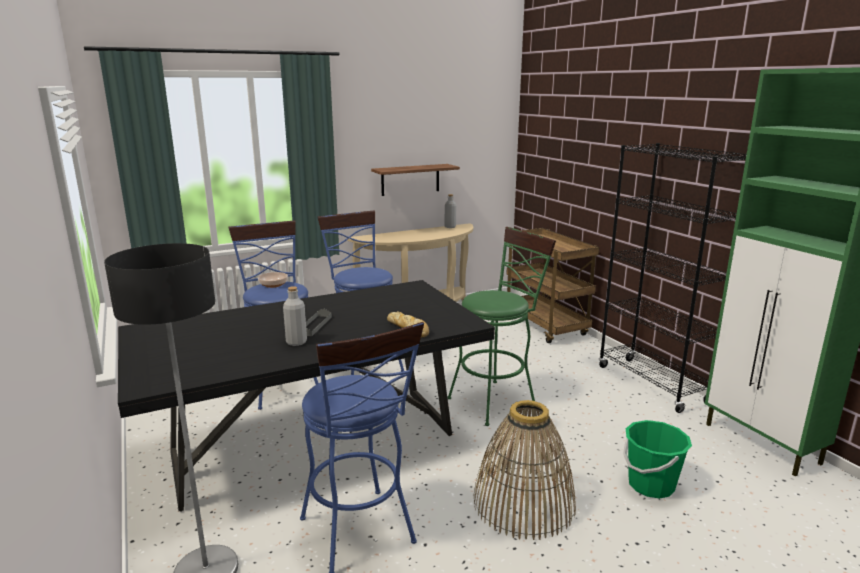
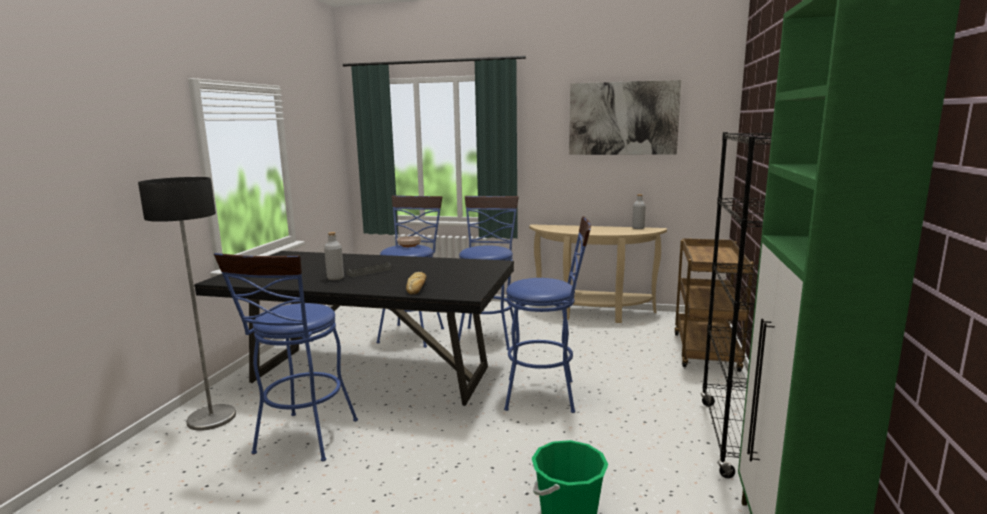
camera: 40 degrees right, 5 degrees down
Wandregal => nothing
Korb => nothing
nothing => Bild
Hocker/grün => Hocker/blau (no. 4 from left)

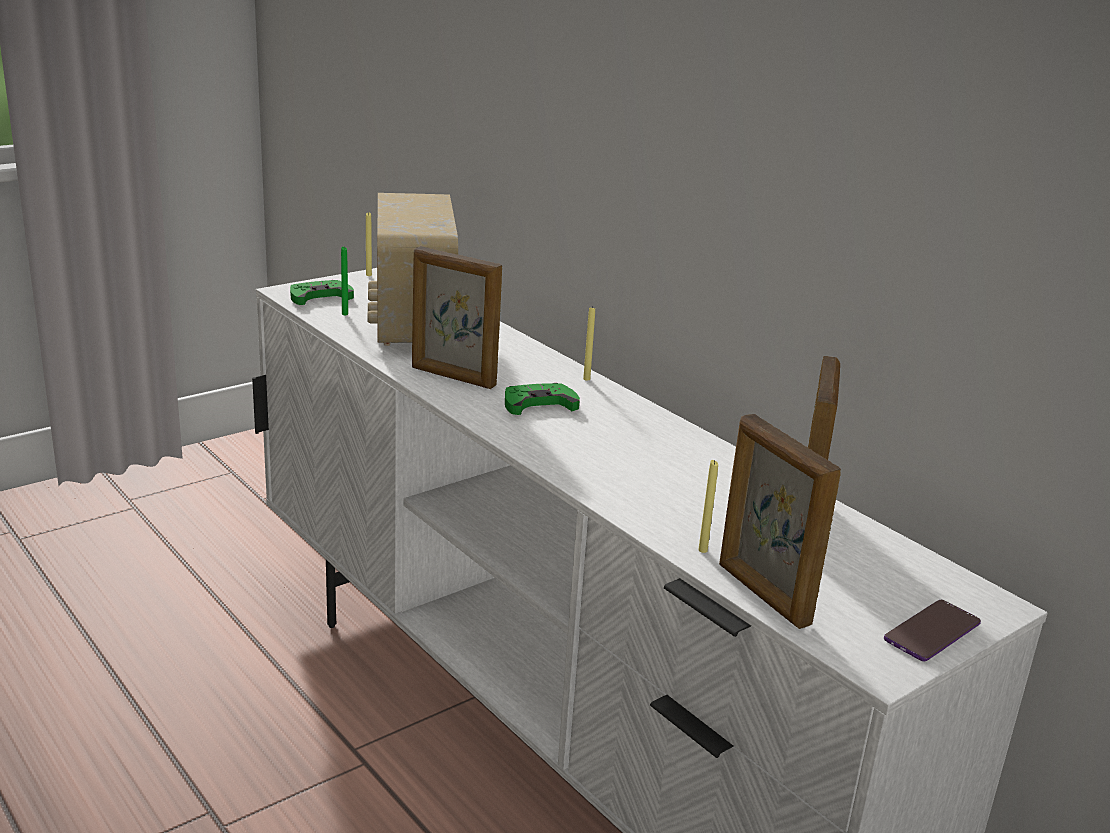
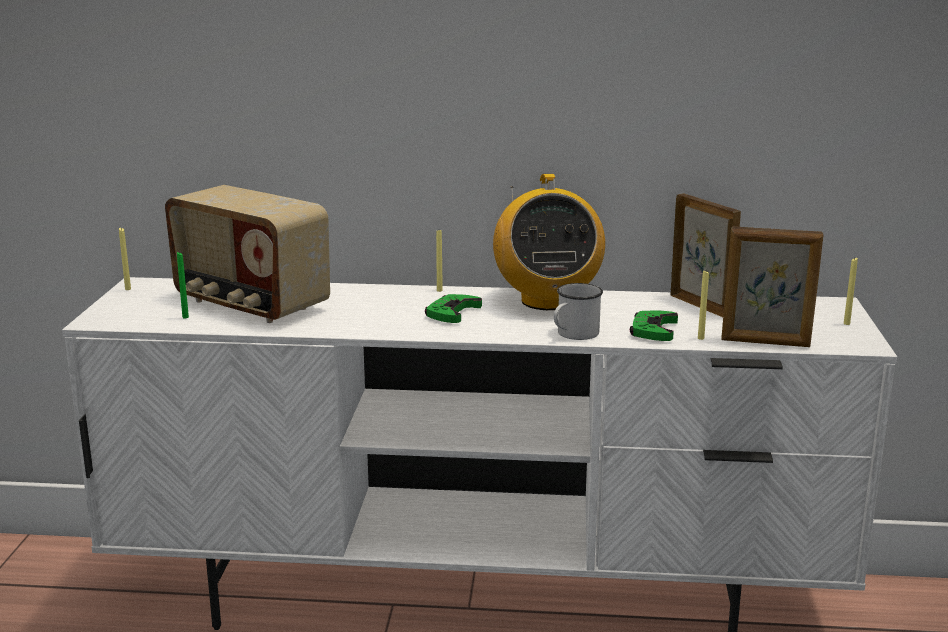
camera: 45 degrees left, 5 degrees down
Bilderrahmen (no. 1 from left) => nothing
nothing => Radio (no. 2 from left)
nothing => Henkelbecher/weiß
Gamepad/grün (no. 1 from left in the first image) => Gamepad/grün (no. 2 from left), relocated
Handy => Kerze/gelb (no. 4 from left)

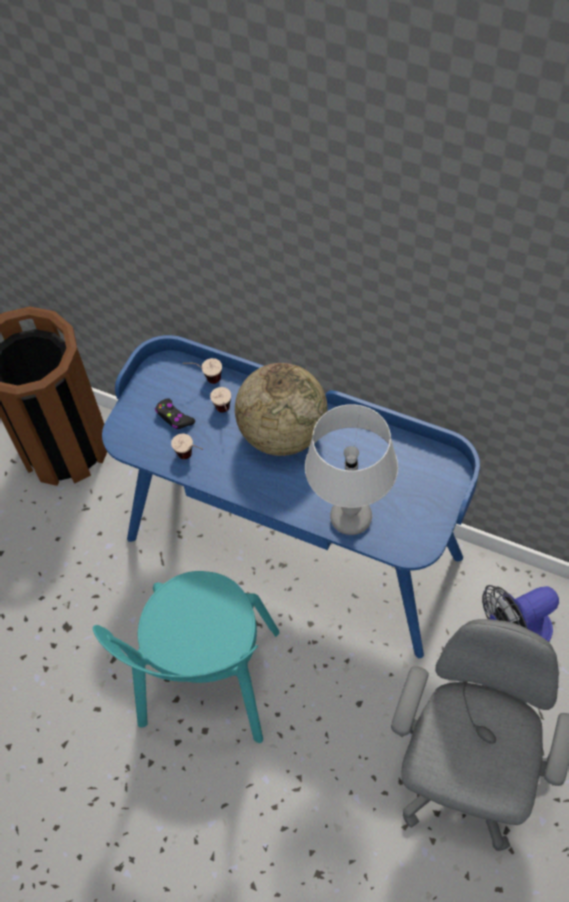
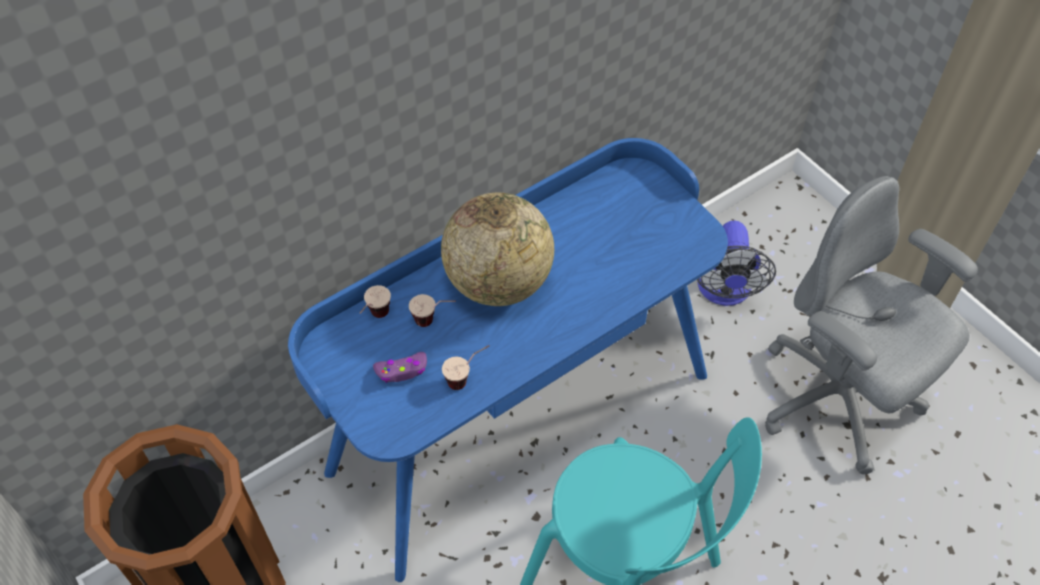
camera: 65 degrees left, 5 degrees down
Tischlampe/grau => nothing
Gamepad/schwarz => Gamepad/lila

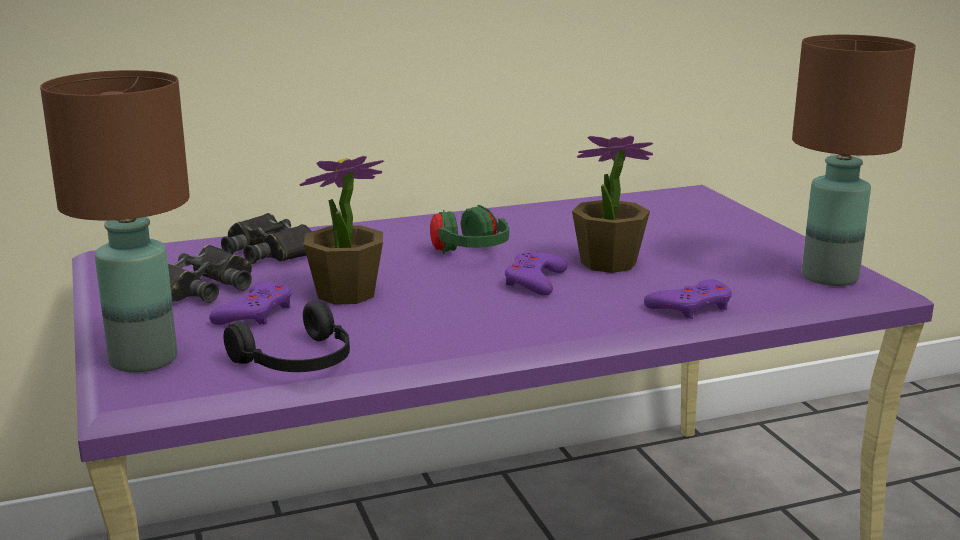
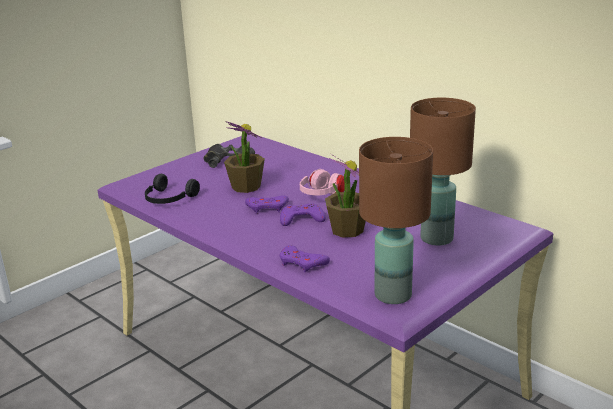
camera: 65 degrees right, 5 degrees up
Fernglas/schwarz (no. 2 from left) => nothing
Tischlampe/braun (no. 1 from left in the first image) => Tischlampe/braun (no. 2 from left), relocated
Gamepad/lila (no. 1 from left), relocated
Kopfhörer/grün => Kopfhörer/rosa

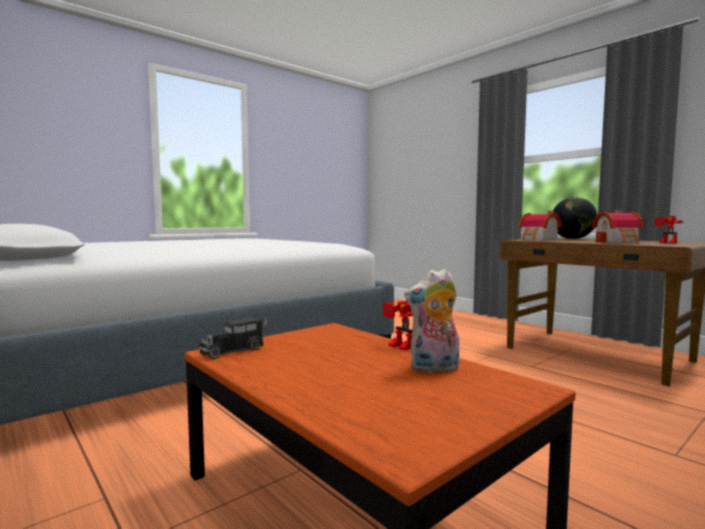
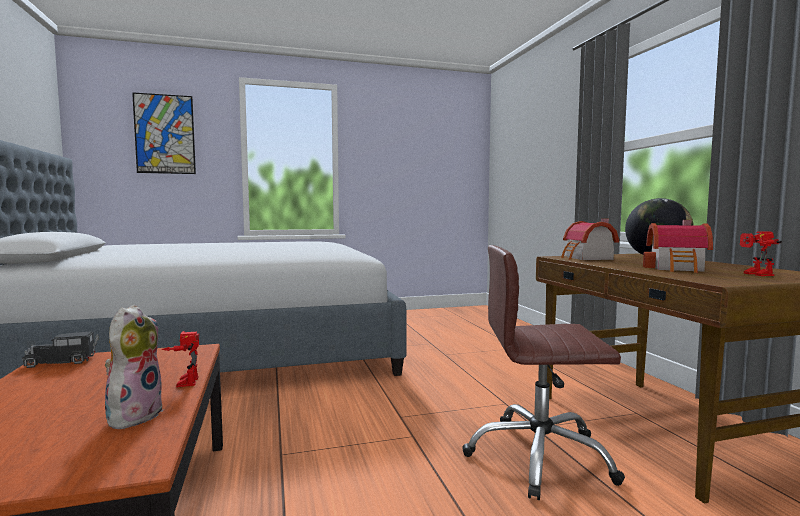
camera: 25 degrees right, 0 degrees up
nothing => Bild
nothing => Bürostuhl/braun
Plüschtier, 90 degrees clockwise

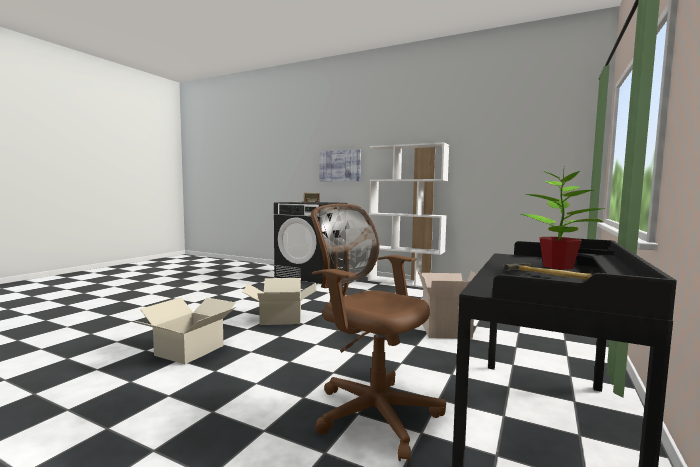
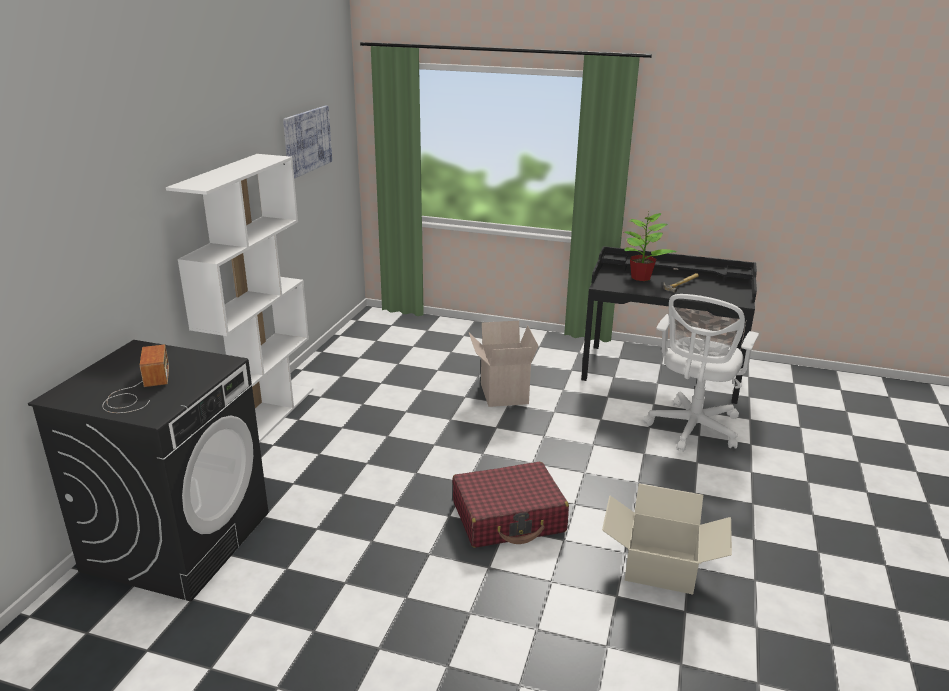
camera: 100 degrees left, 20 degrees up
Bild, relocated
Karton (no. 2 from left) => Koffer/rot
Bürostuhl/braun => Bürostuhl/weiß

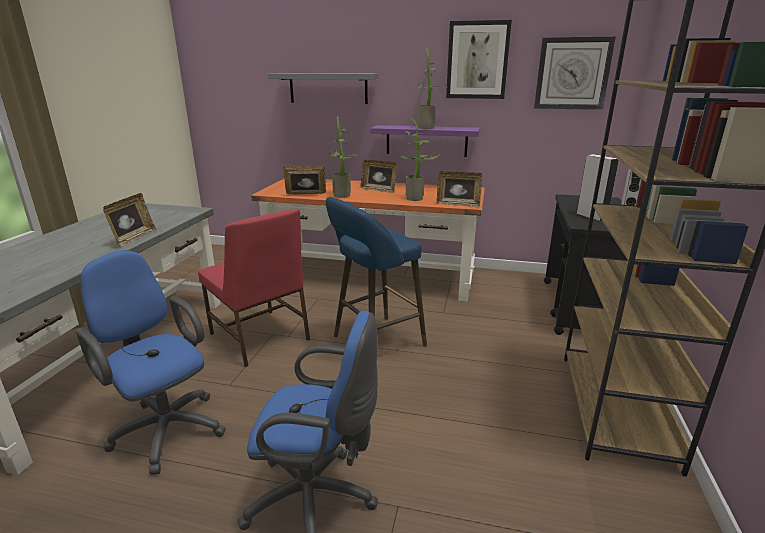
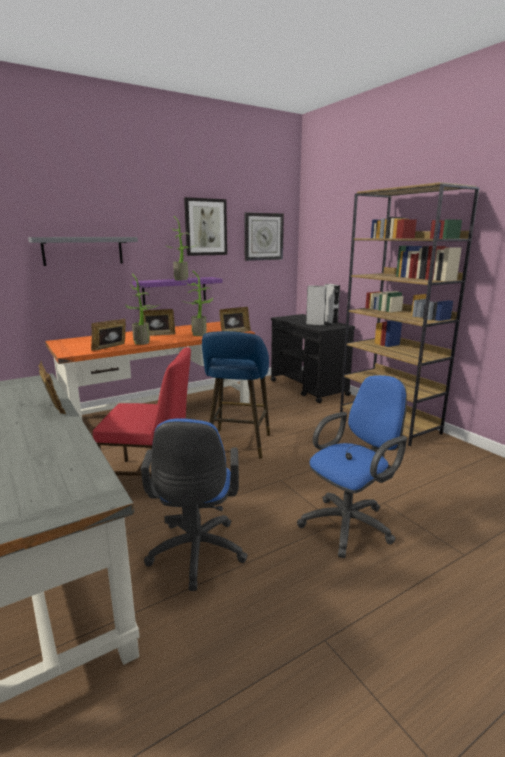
camera: 45 degrees left, 5 degrees down
Bürostuhl/blau (no. 1 from left), 90 degrees counterclockwise

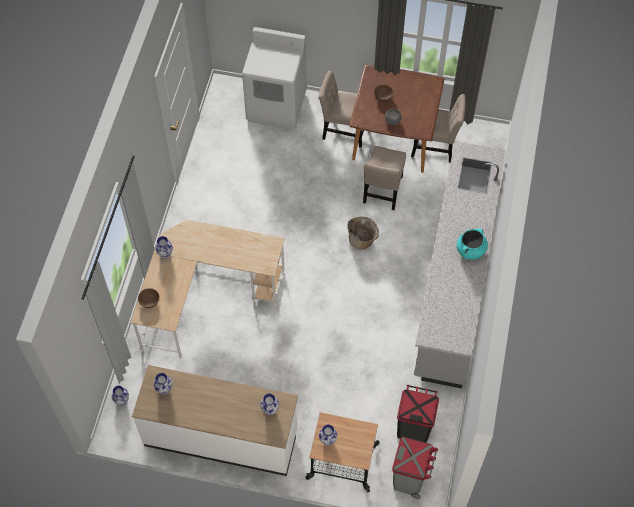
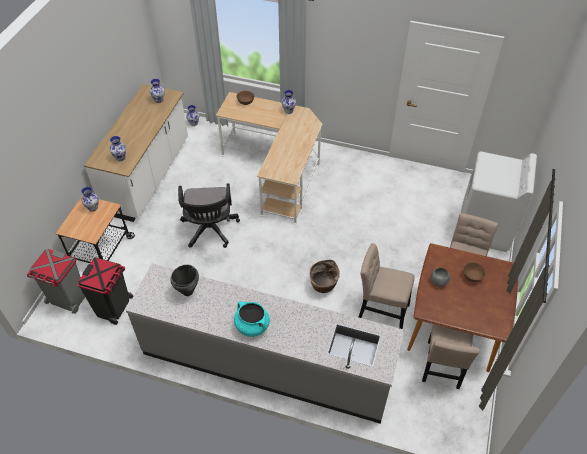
camera: 95 degrees right, 10 degrees down
nothing => Kochtopf/schwarz
nothing => Bürostuhl/schwarz

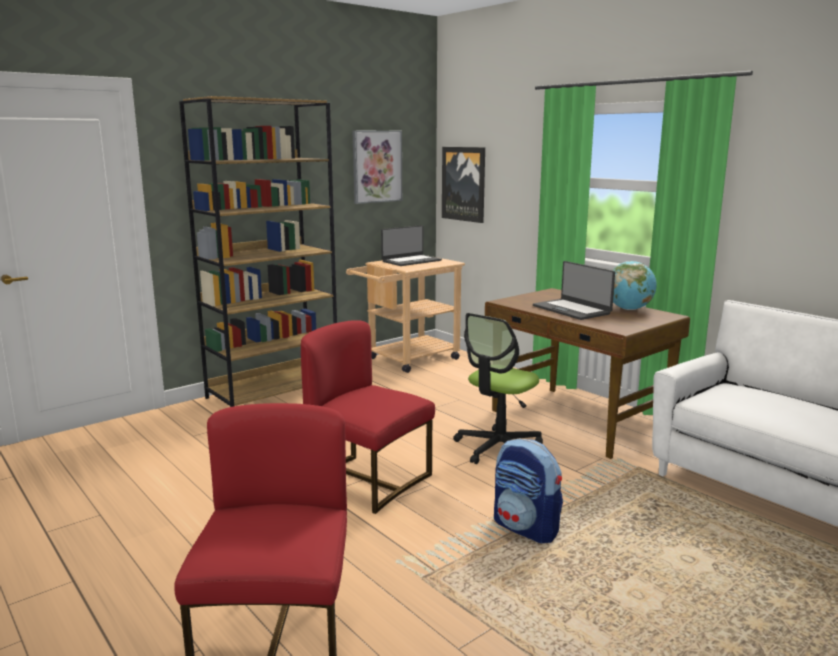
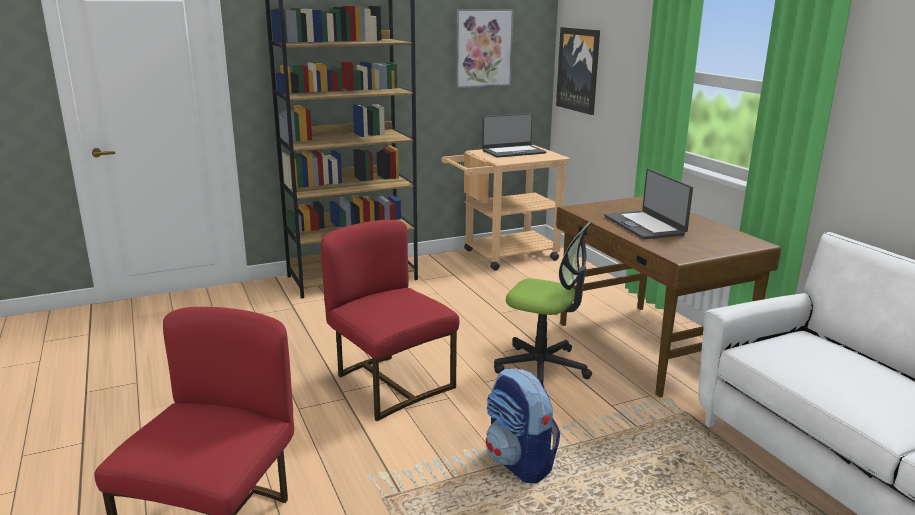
camera: 15 degrees right, 5 degrees up
Globus => nothing
Bürostuhl, 120 degrees counterclockwise

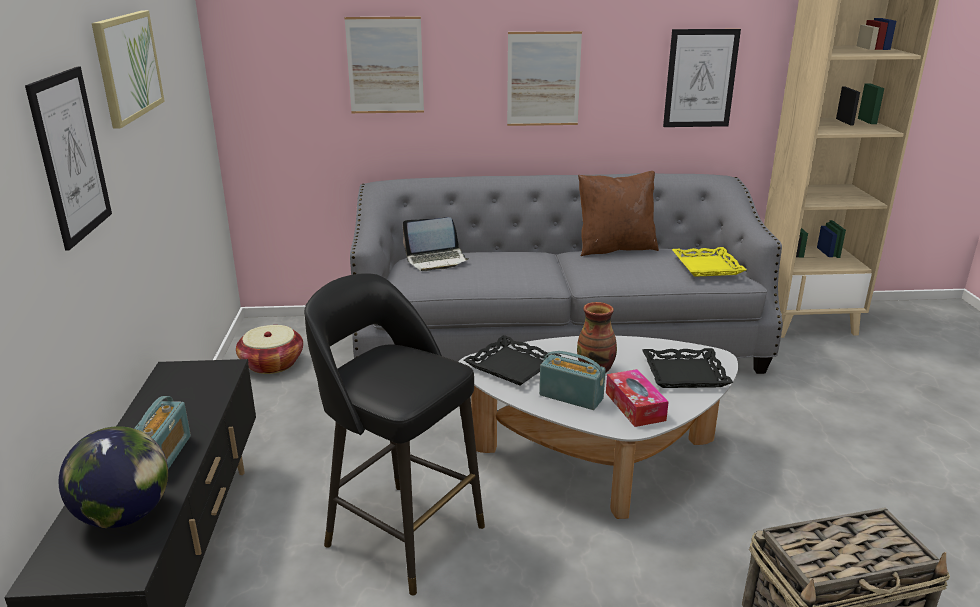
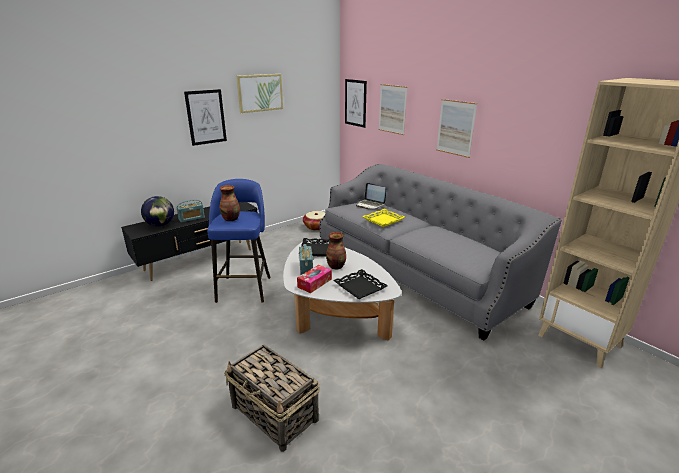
camera: 55 degrees right, 0 degrees up
Kissen/braun => nothing
nothing => Vase (no. 1 from left)
Bild (no. 5 from left in the first image) => Bild (no. 3 from left), relocated
Tablett/gelb, relocated
Hocker/schwarz => Hocker/blau

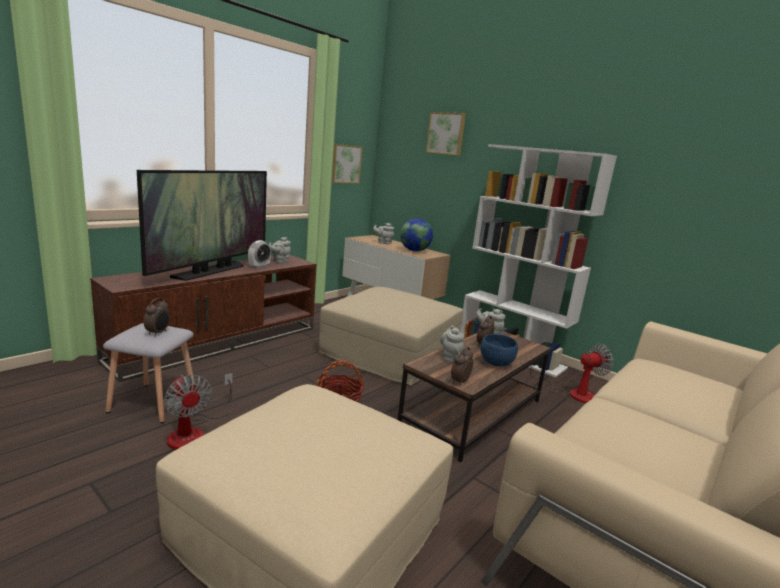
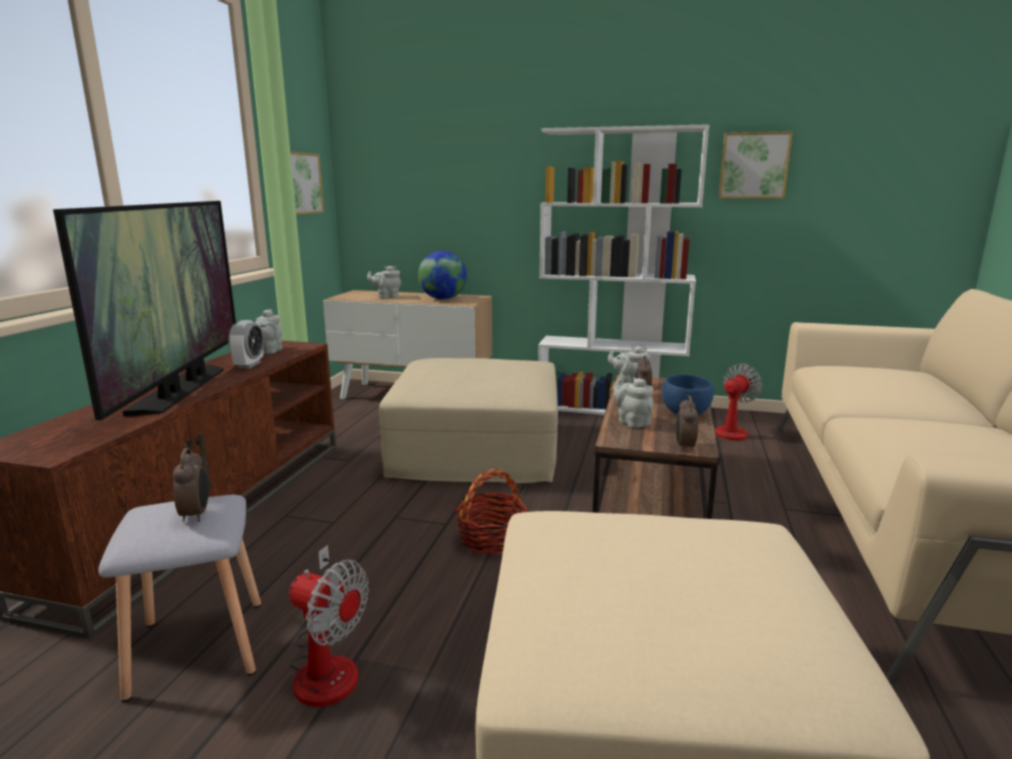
camera: 25 degrees left, 0 degrees up
Bild (no. 2 from left), relocated

